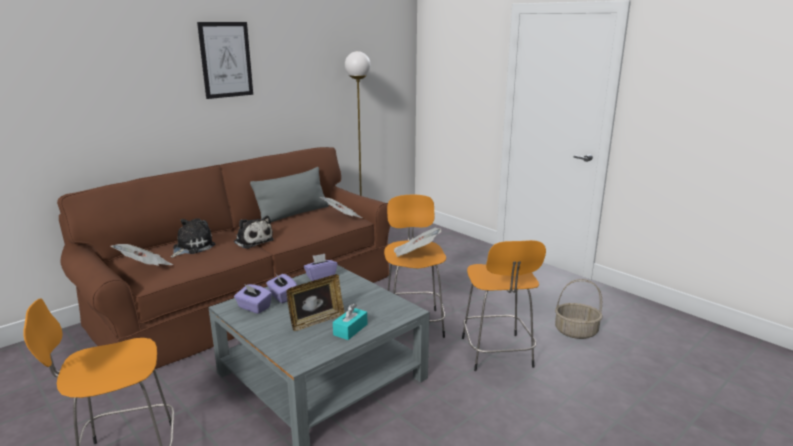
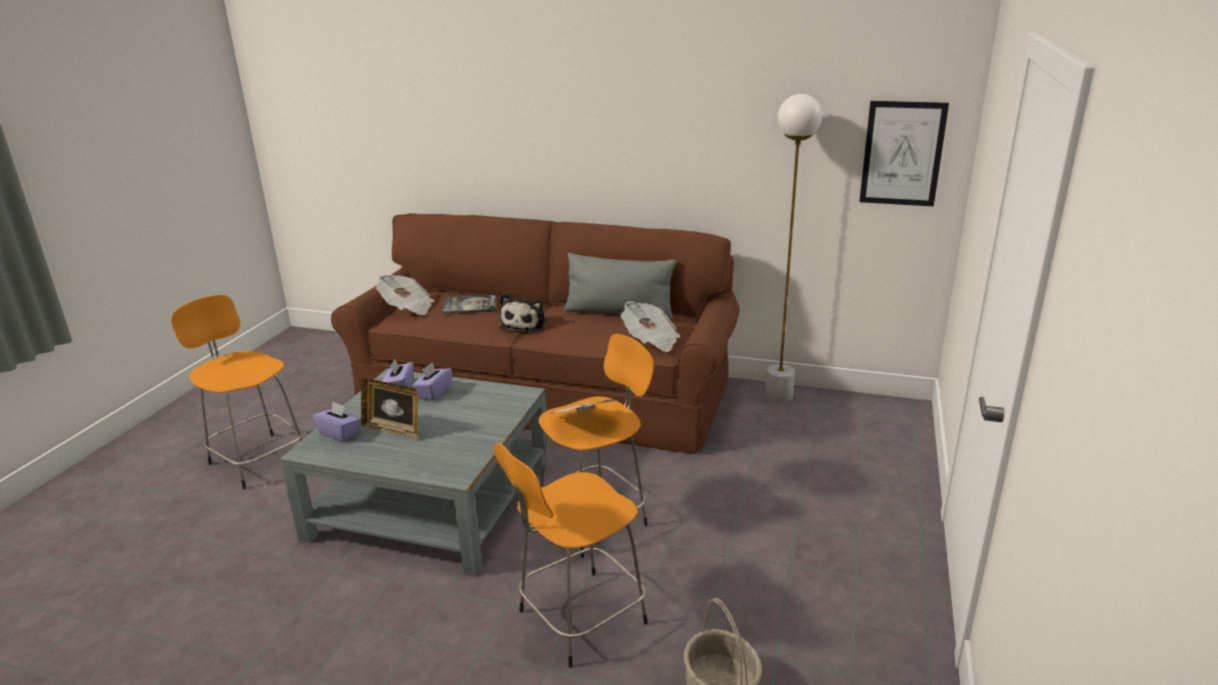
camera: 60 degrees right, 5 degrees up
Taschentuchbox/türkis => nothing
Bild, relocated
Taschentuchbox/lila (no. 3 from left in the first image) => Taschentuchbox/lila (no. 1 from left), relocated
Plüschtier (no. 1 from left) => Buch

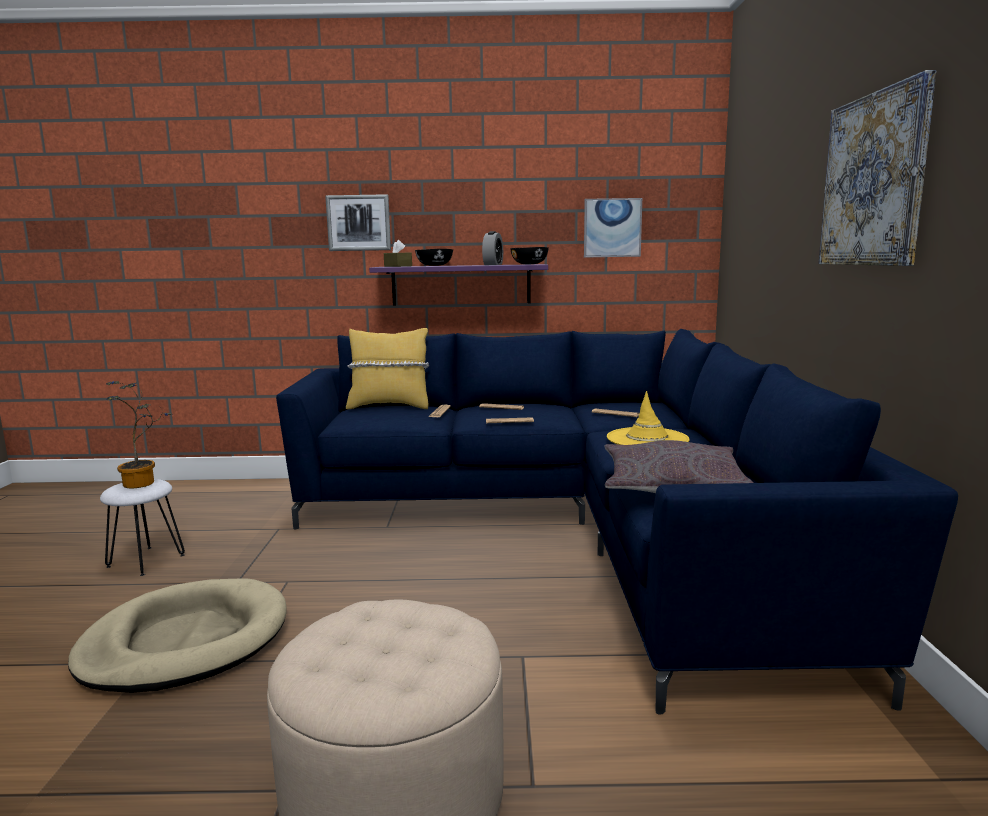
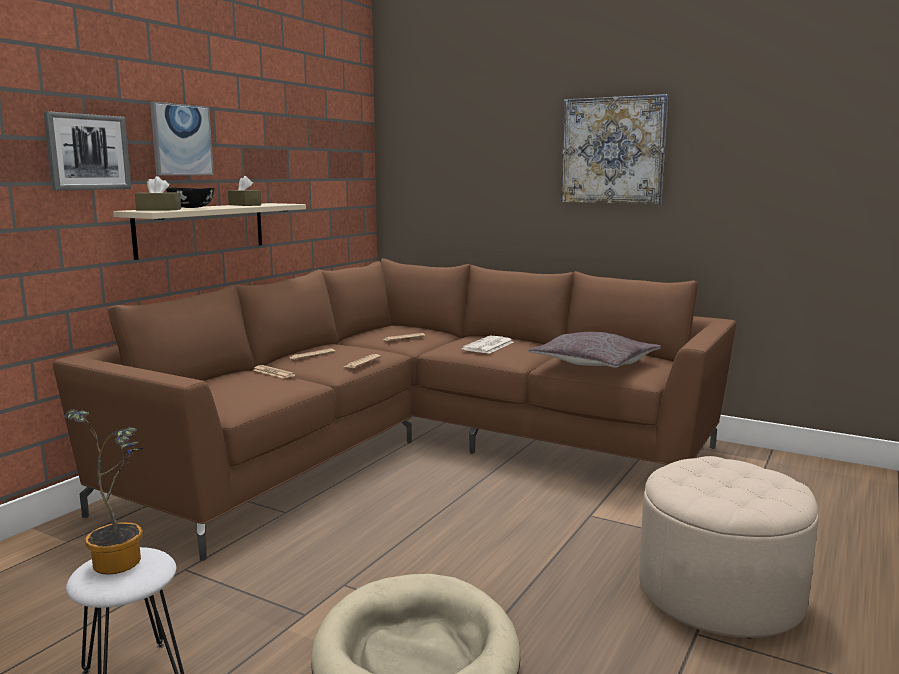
camera: 60 degrees left, 0 degrees up
Kissen/gelb => nothing
Schüssel/schwarz (no. 2 from left) => nothing
Bild (no. 2 from left), relocated
Wecker => Taschentuchbox/braun (no. 2 from left)
Hut/gelb => Zeitung (no. 5 from left)
Sofa/blau => Sofa/braun
Wandregal/lila => Wandregal/beige

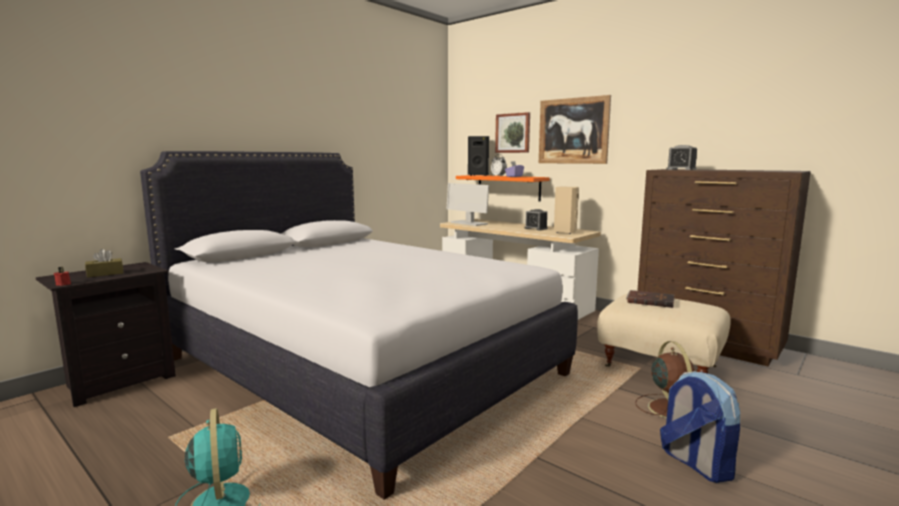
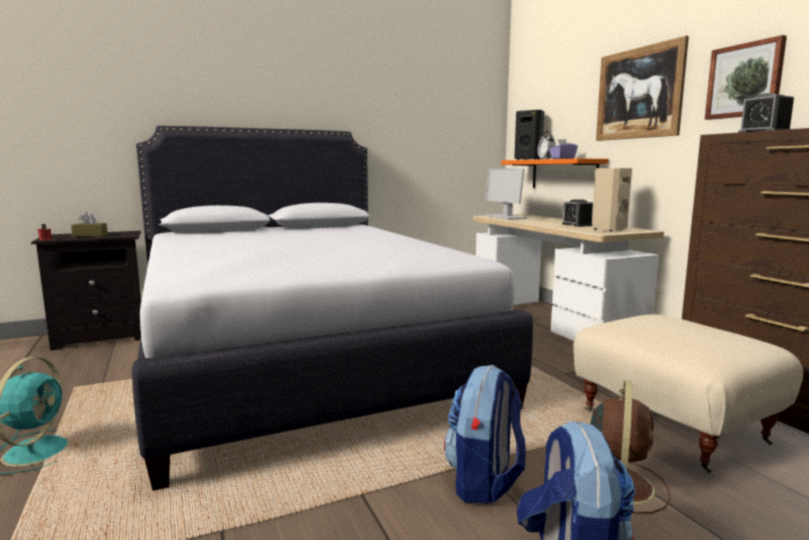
camera: 25 degrees right, 0 degrees up
Buch/braun => nothing
nothing => Rucksack (no. 1 from left)
Bild (no. 1 from left in the first image) => Bild (no. 2 from left), relocated

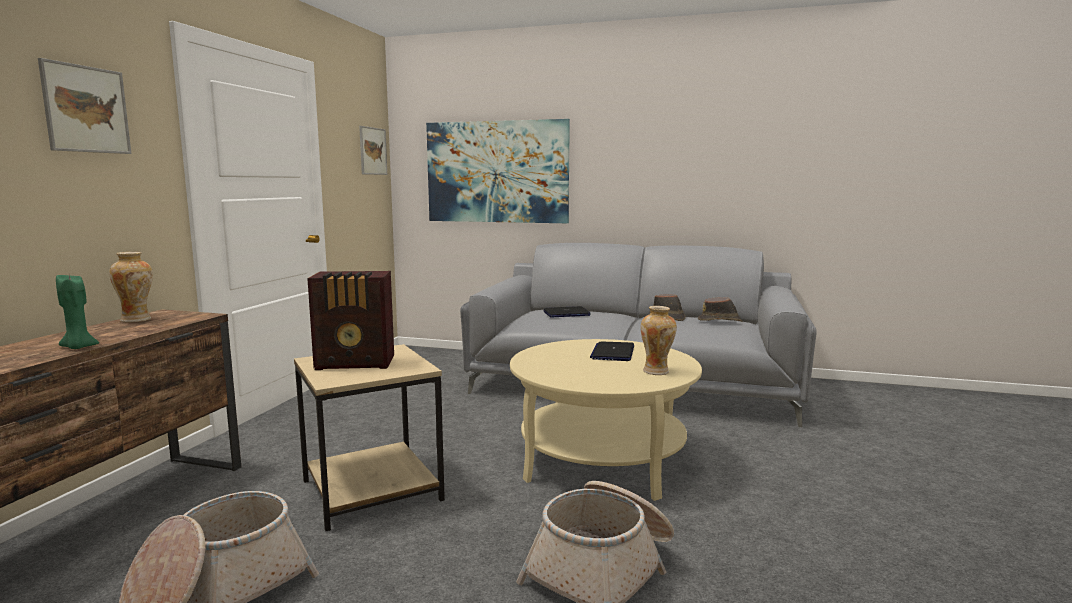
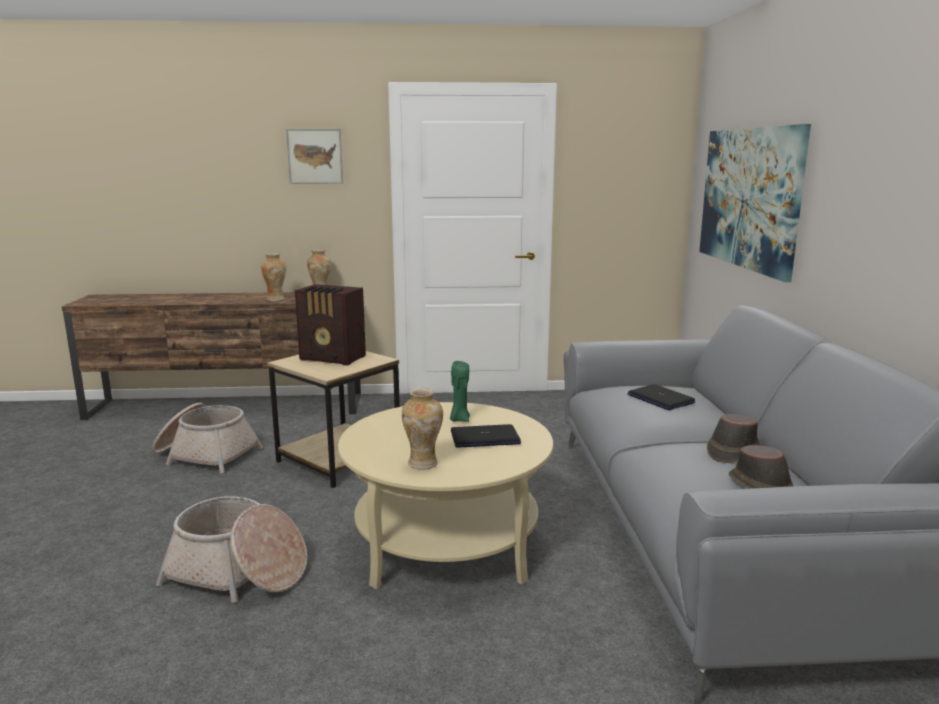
camera: 70 degrees right, 5 degrees up
Bild (no. 2 from left) => nothing
nothing => Vase (no. 1 from left)
Kerze/grün, relocated
Radio, 45 degrees counterclockwise

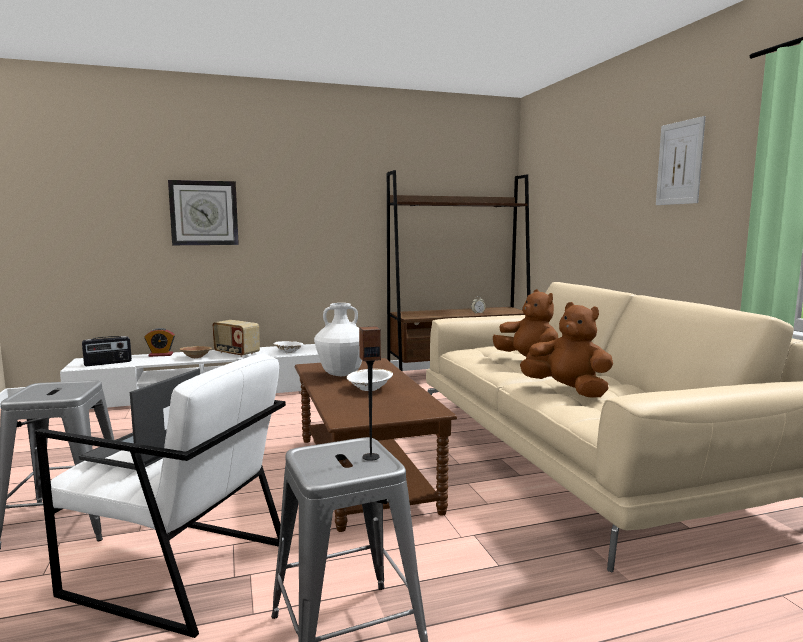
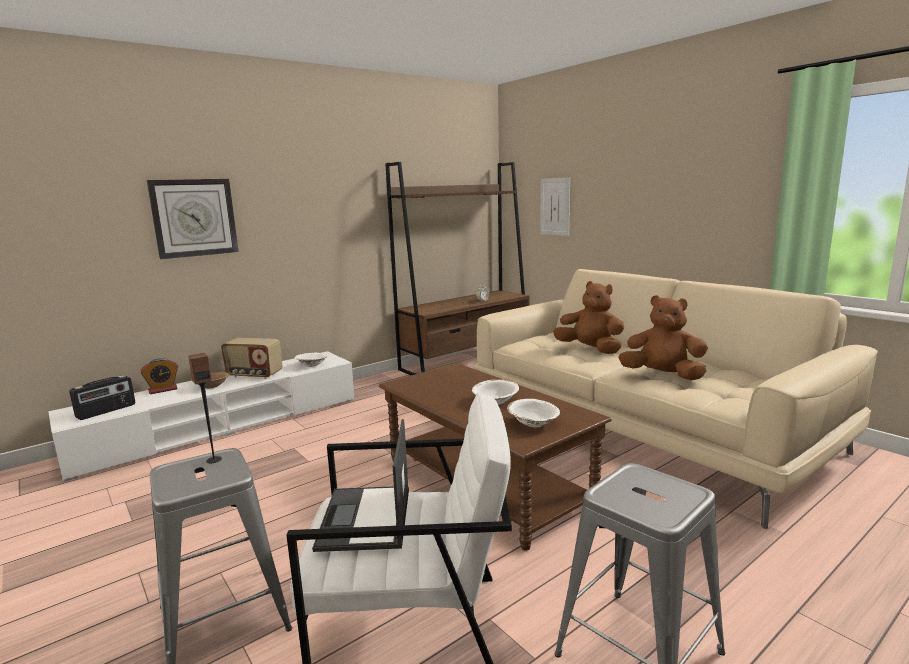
camera: 20 degrees left, 5 degrees up
Vase/weiß => nothing
nothing => Schüssel/weiß (no. 3 from left)
Lautsprecher, relocated
Bild, relocated

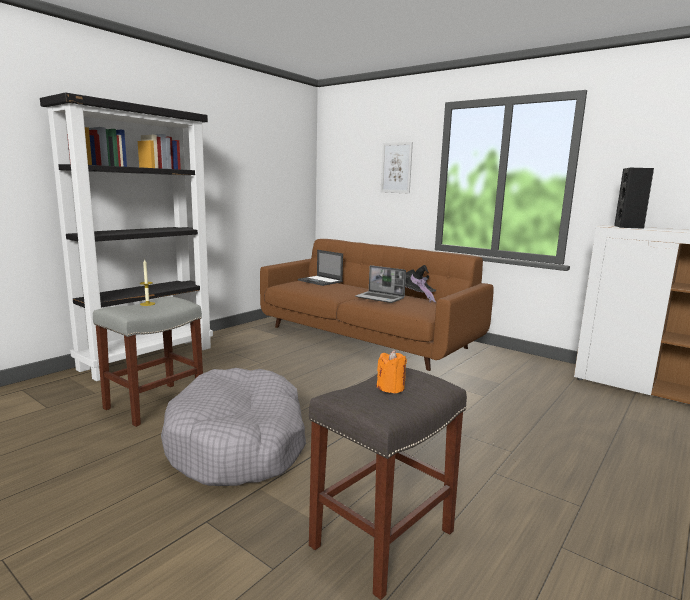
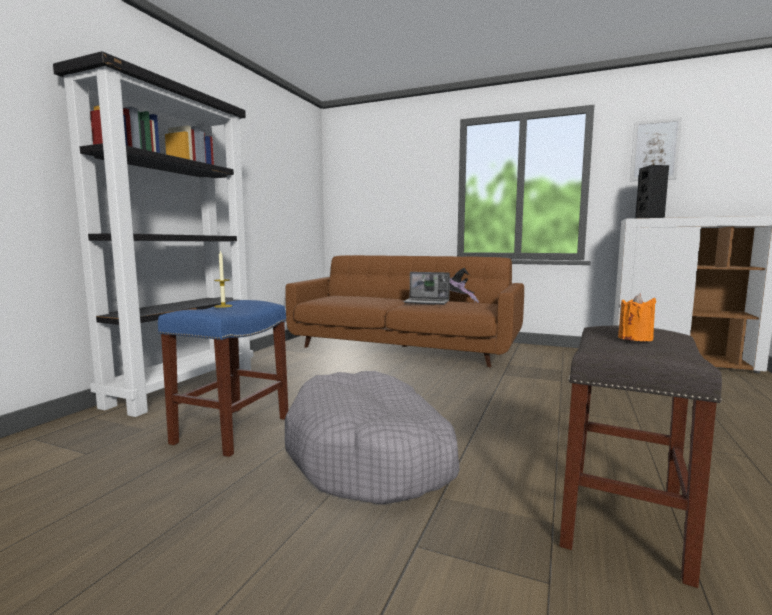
camera: 15 degrees left, 5 degrees down
Laptop (no. 1 from left) => nothing
Bild, relocated
Hocker/grau (no. 1 from left) => Hocker/blau

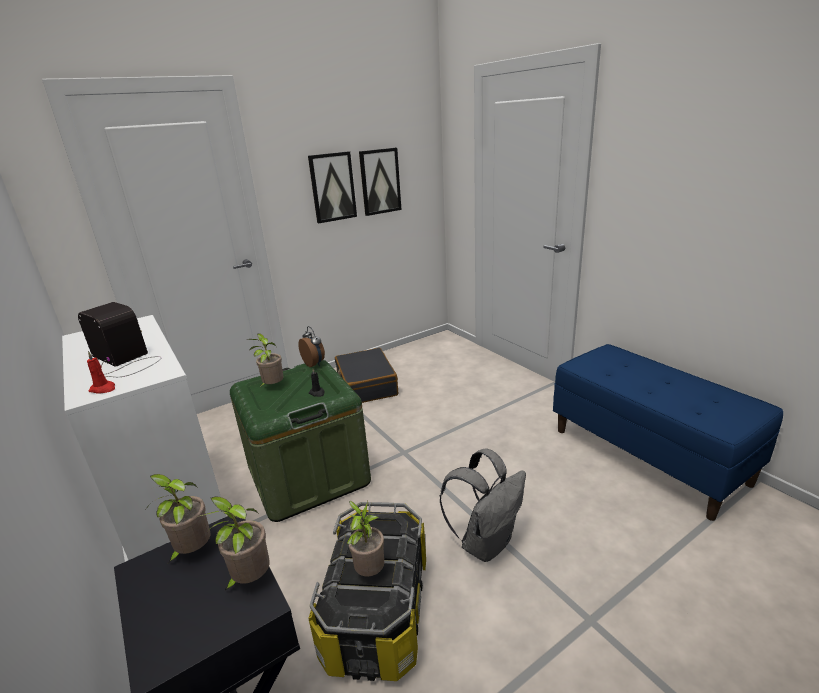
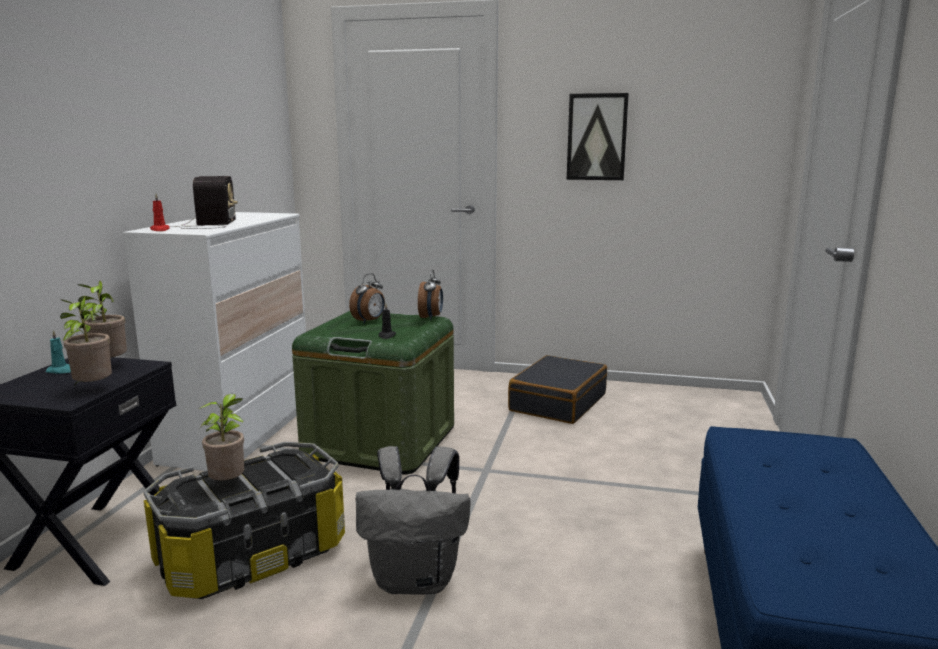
camera: 45 degrees right, 10 degrees down
Bild (no. 2 from left) => nothing
nothing => Kerze/türkis
Topfpflanze (no. 3 from left) => Wecker (no. 1 from left)

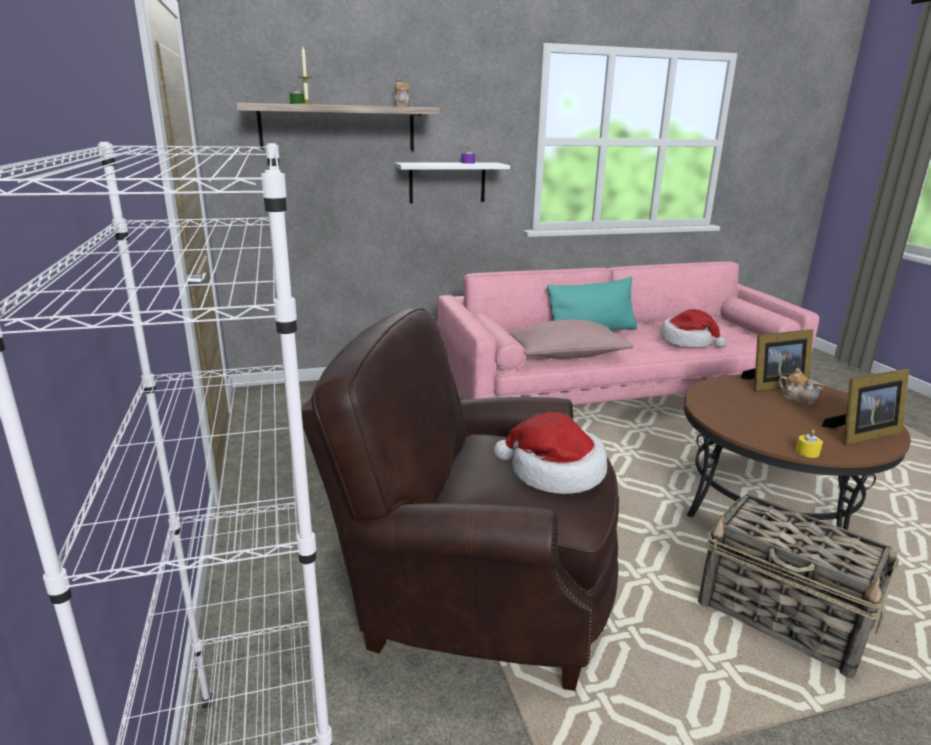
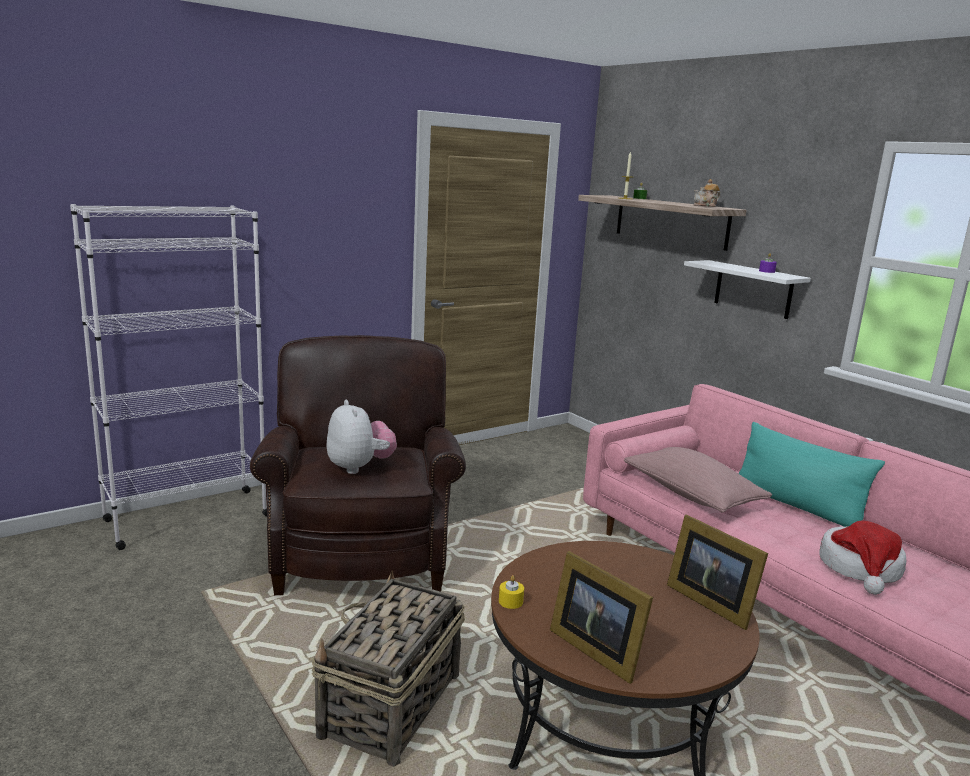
camera: 70 degrees right, 5 degrees down
Teekanne (no. 2 from left) => nothing
Hut (no. 1 from left) => Plüschtier

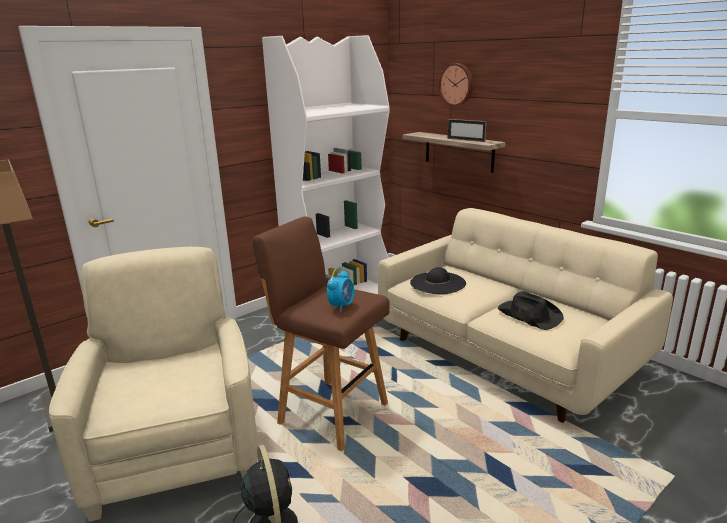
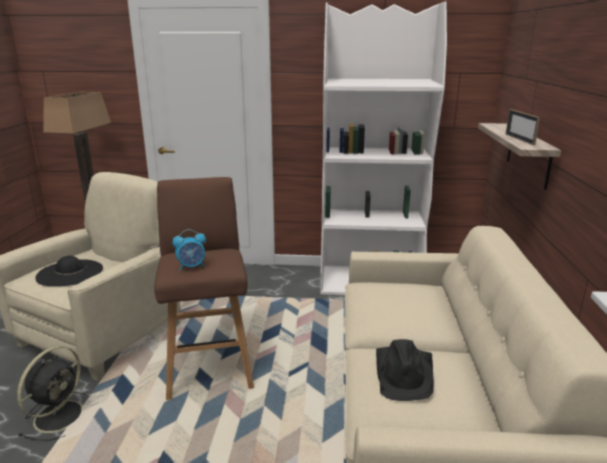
camera: 45 degrees right, 0 degrees up
Wanduhr => nothing
Hut/schwarz (no. 1 from left), relocated

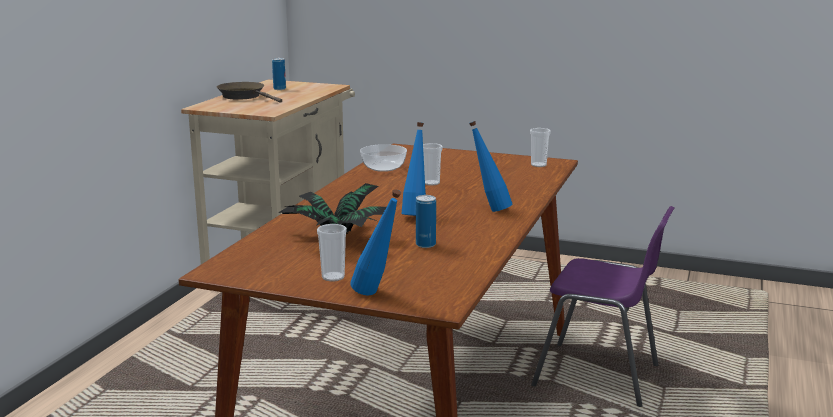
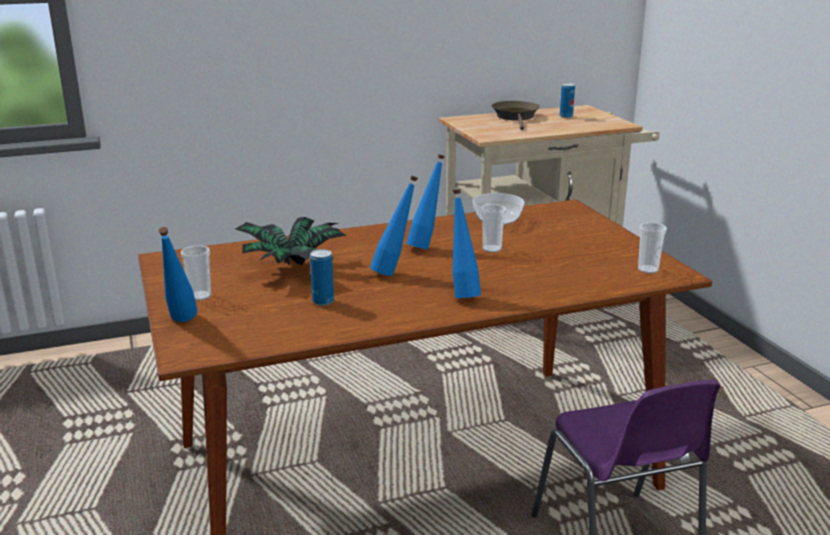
camera: 50 degrees right, 5 degrees up
nothing => Flasche/blau (no. 3 from left)

